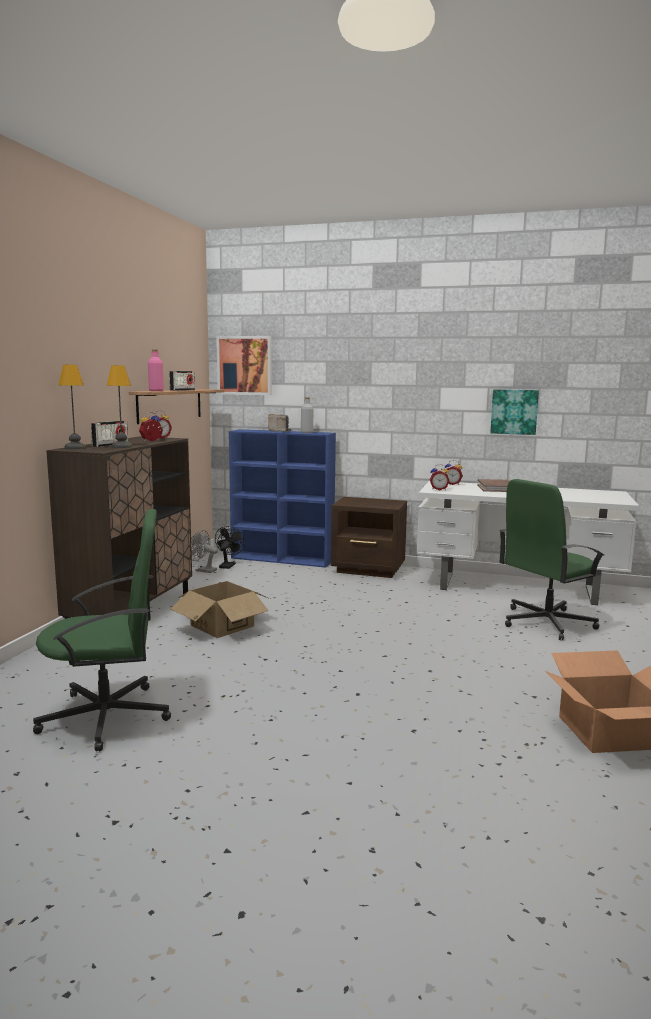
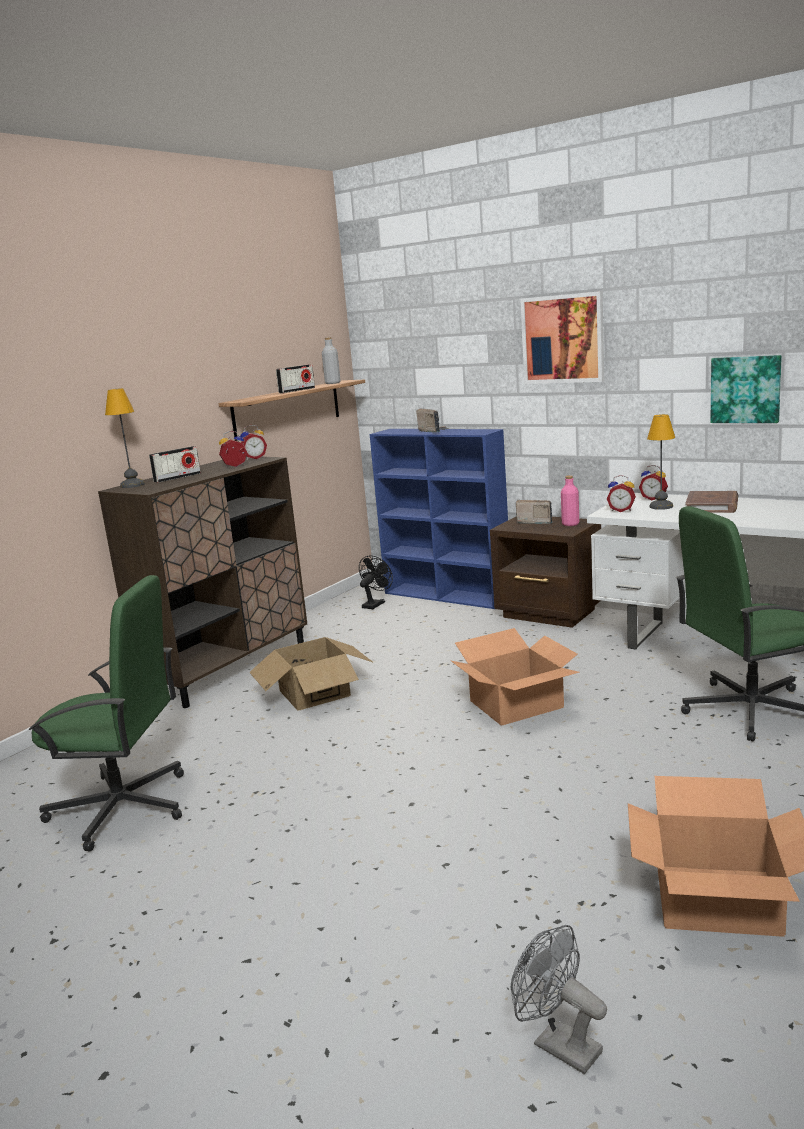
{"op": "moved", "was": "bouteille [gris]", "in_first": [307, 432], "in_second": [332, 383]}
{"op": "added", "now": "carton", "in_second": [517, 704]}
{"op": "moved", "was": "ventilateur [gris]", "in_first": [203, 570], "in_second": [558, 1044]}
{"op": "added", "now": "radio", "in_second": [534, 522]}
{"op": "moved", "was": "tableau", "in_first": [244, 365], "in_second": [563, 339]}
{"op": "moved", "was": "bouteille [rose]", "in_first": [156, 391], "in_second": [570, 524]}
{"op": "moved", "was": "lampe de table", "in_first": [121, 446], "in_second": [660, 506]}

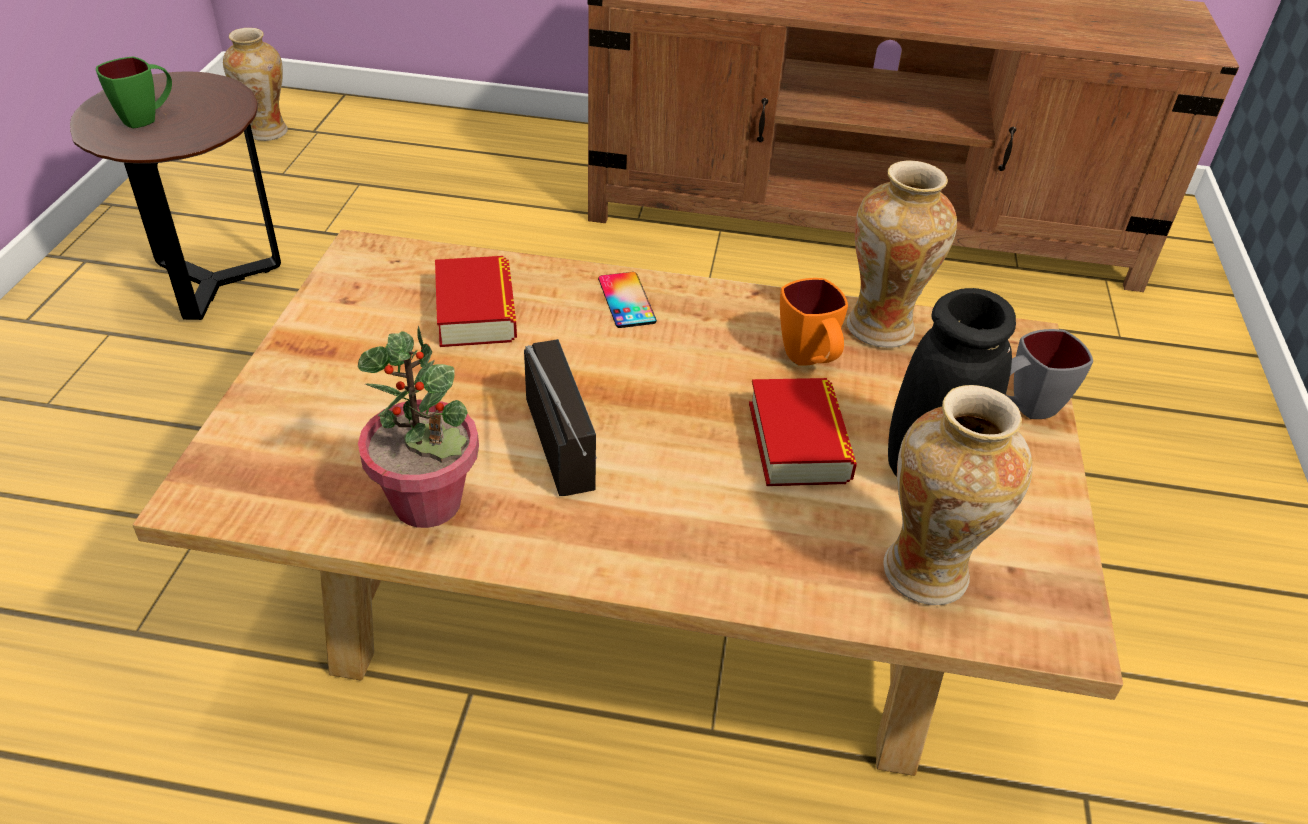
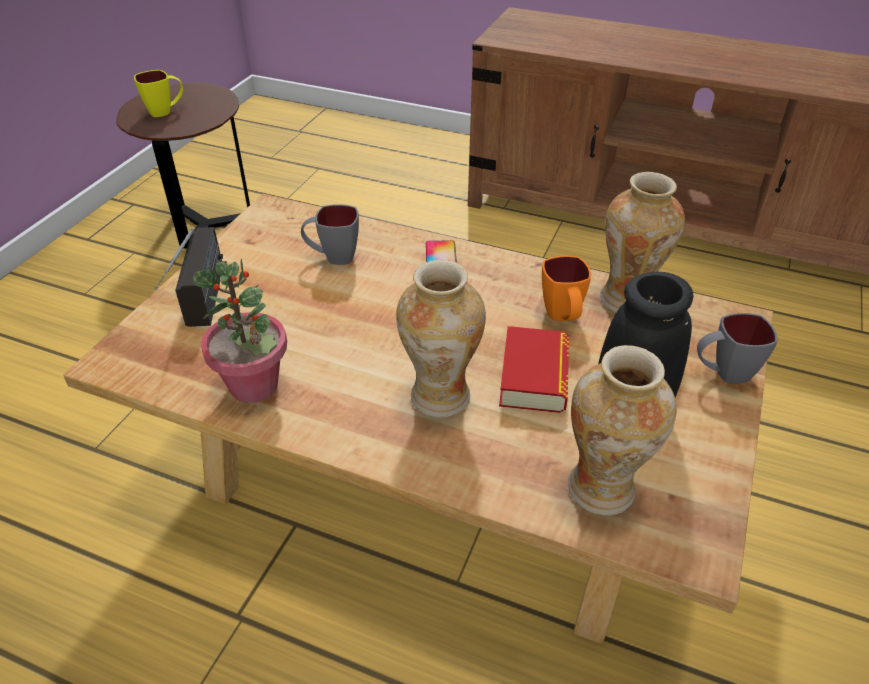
{"op": "recoloured", "was": "mug [vert]", "now": "mug [jaune]", "in_first": [147, 118], "in_second": [166, 111]}
{"op": "moved", "was": "radio", "in_first": [573, 470], "in_second": [204, 312]}
{"op": "replaced", "was": "livre", "now": "mug [gris]", "in_first": [476, 311], "in_second": [333, 257]}
{"op": "moved", "was": "vase", "in_first": [267, 132], "in_second": [439, 398]}

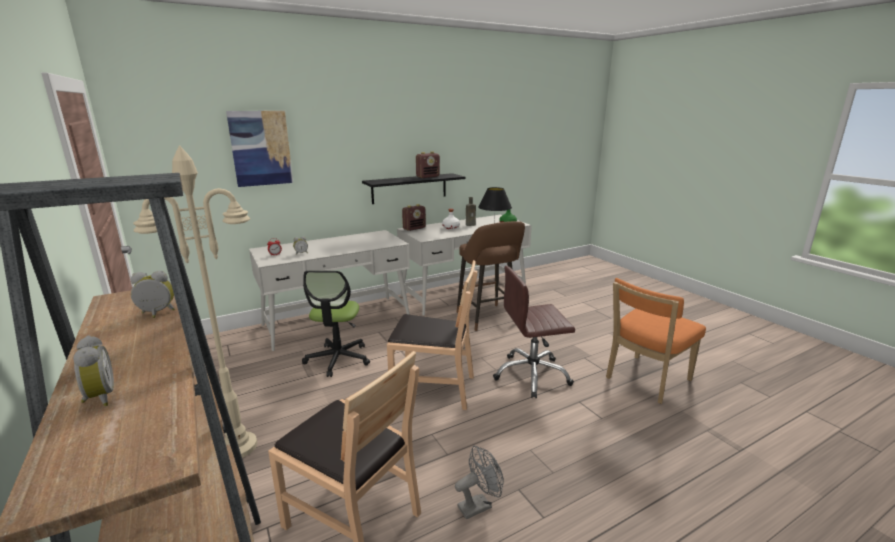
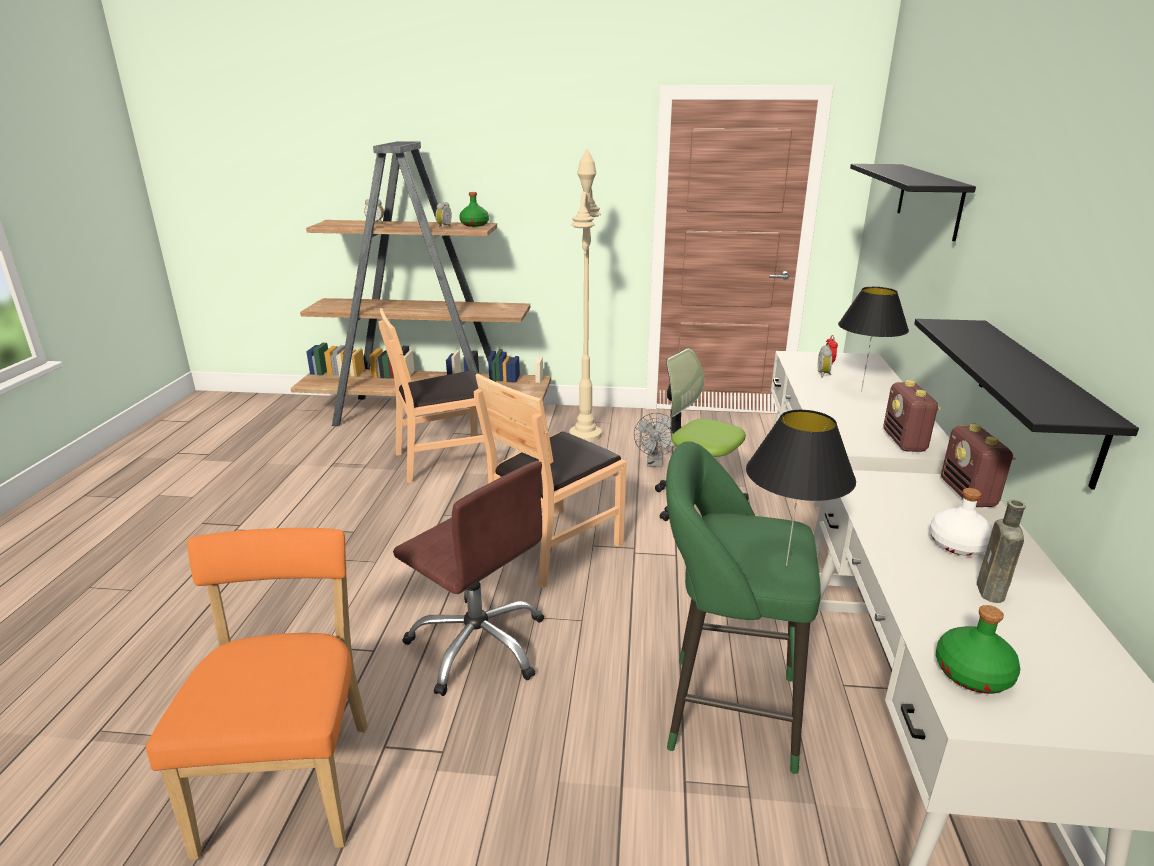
{"op": "turned", "was": "chaise de bureau [marron]", "in_first": [532, 375], "in_second": [478, 644], "clockwise": 105}
{"op": "added", "now": "bouteille [vert]", "in_second": [474, 225]}
{"op": "moved", "was": "ventilateur [gris]", "in_first": [479, 505], "in_second": [655, 463]}
{"op": "recoloured", "was": "tabouret [marron]", "now": "tabouret [vert]", "in_first": [488, 319], "in_second": [722, 710]}
{"op": "added", "now": "lampe de table [noir]", "in_second": [861, 391]}
{"op": "replaced", "was": "tableau", "now": "étagère [noir]", "in_first": [261, 148], "in_second": [929, 200]}
{"op": "moved", "was": "radio", "in_first": [428, 177], "in_second": [904, 442]}

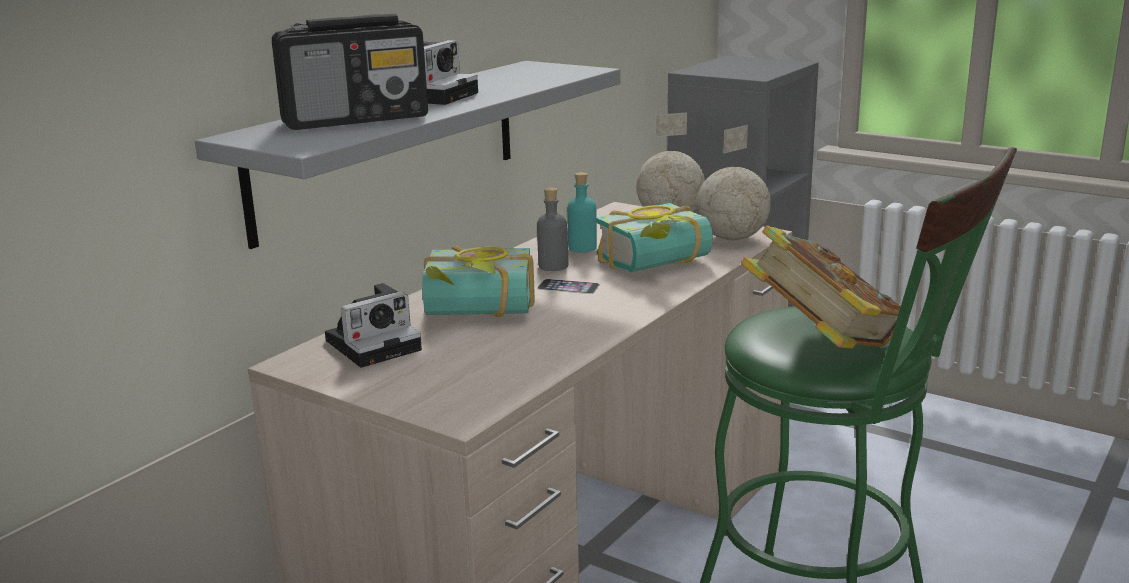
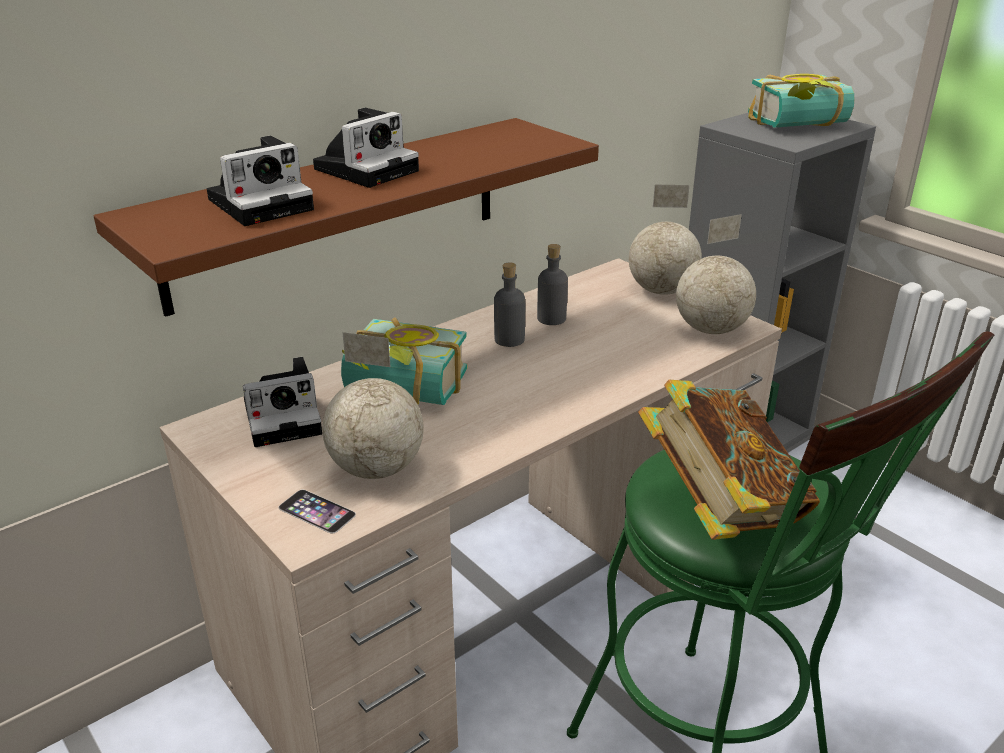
{"op": "recoloured", "was": "étagère [gris]", "now": "étagère [marron]", "in_first": [391, 146], "in_second": [339, 211]}
{"op": "replaced", "was": "radio", "now": "appareil photo", "in_first": [357, 120], "in_second": [263, 203]}
{"op": "moved", "was": "téléphone", "in_first": [568, 286], "in_second": [317, 511]}
{"op": "added", "now": "globe", "in_second": [376, 468]}
{"op": "recoloured", "was": "bouteille [turquoise]", "now": "bouteille [gris]", "in_first": [582, 248], "in_second": [551, 318]}
{"op": "moved", "was": "livre", "in_first": [659, 265], "in_second": [801, 126]}

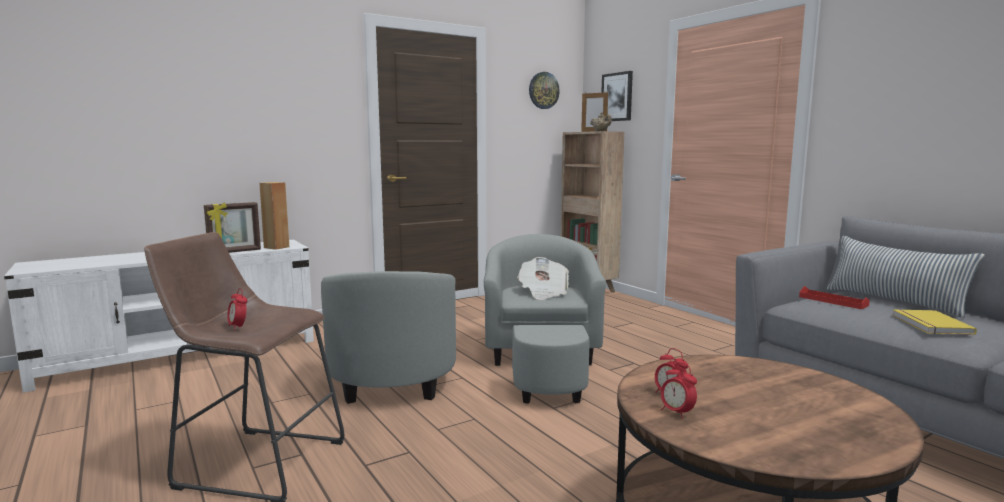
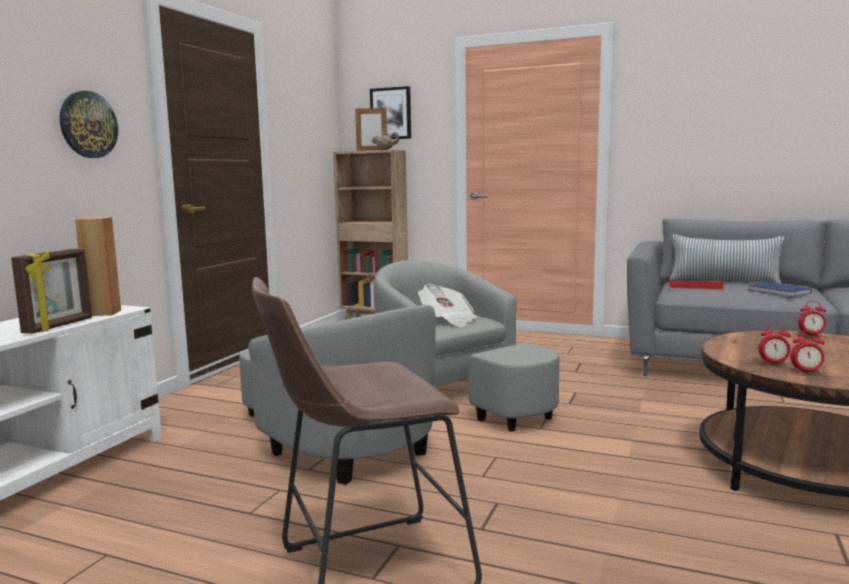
{"op": "moved", "was": "horloge murale", "in_first": [543, 90], "in_second": [88, 124]}
{"op": "recoloured", "was": "livre [jaune]", "now": "livre [bleu]", "in_first": [929, 324], "in_second": [778, 292]}
{"op": "moved", "was": "réveil", "in_first": [238, 327], "in_second": [811, 336]}

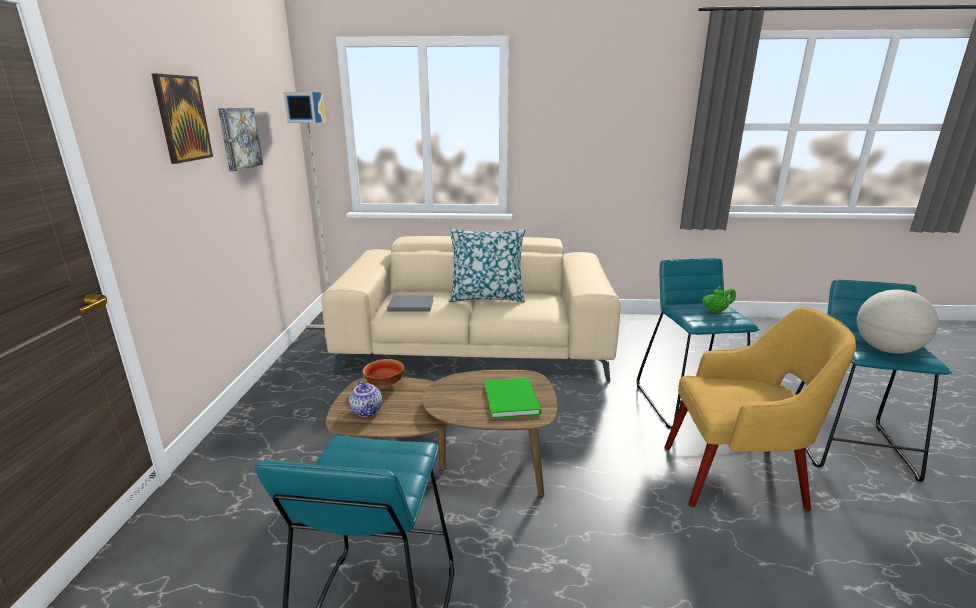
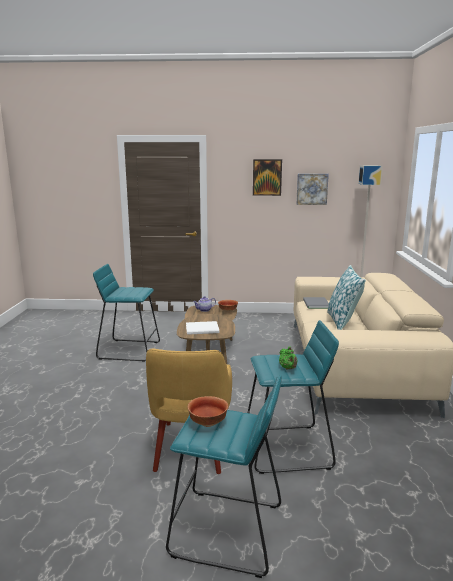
{"op": "recoloured", "was": "livre [vert]", "now": "livre [blanc]", "in_first": [512, 398], "in_second": [203, 329]}
{"op": "replaced", "was": "globe", "now": "bol", "in_first": [886, 350], "in_second": [207, 422]}

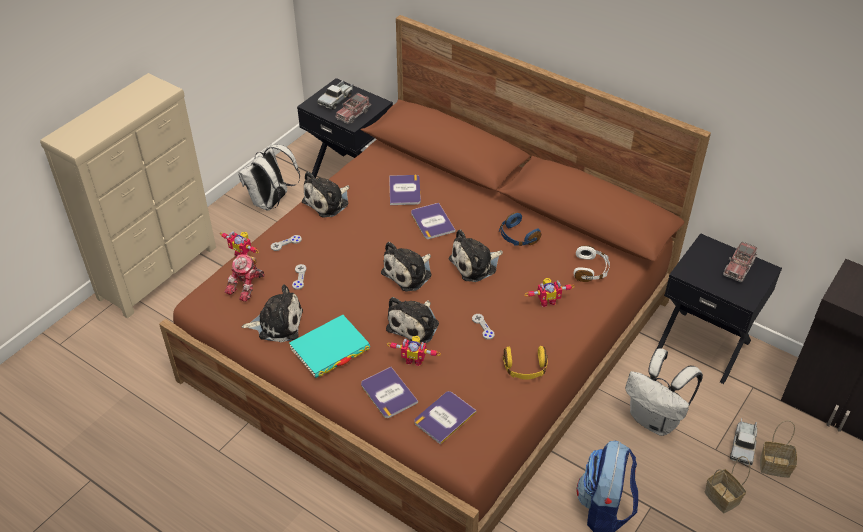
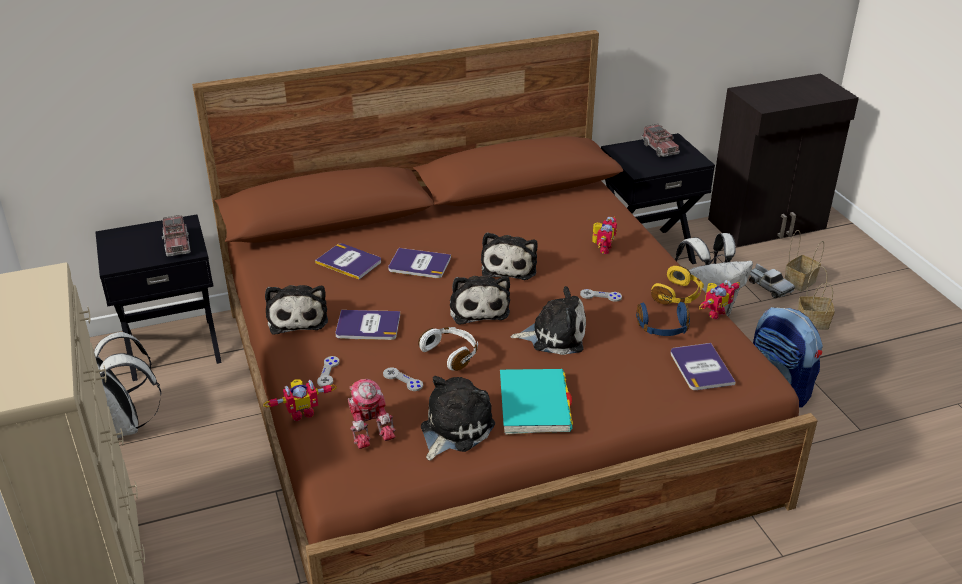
{"op": "moved", "was": "livre", "in_first": [388, 393], "in_second": [368, 326]}
{"op": "moved", "was": "casque audio [blanc]", "in_first": [591, 270], "in_second": [451, 354]}
{"op": "turned", "was": "peluche", "in_first": [415, 325], "in_second": [554, 336], "clockwise": -60}
{"op": "moved", "was": "casque audio [bleu]", "in_first": [517, 237], "in_second": [663, 328]}
{"op": "moved", "was": "robot jouet", "in_first": [414, 359], "in_second": [713, 312]}
{"op": "removed", "was": "camion jouet", "in_first": [336, 99]}

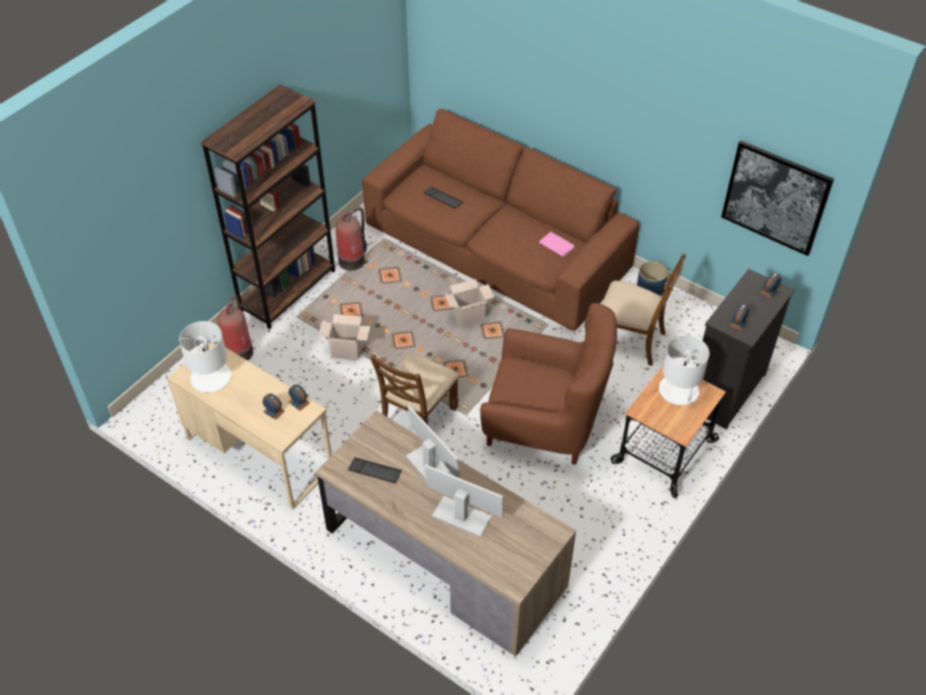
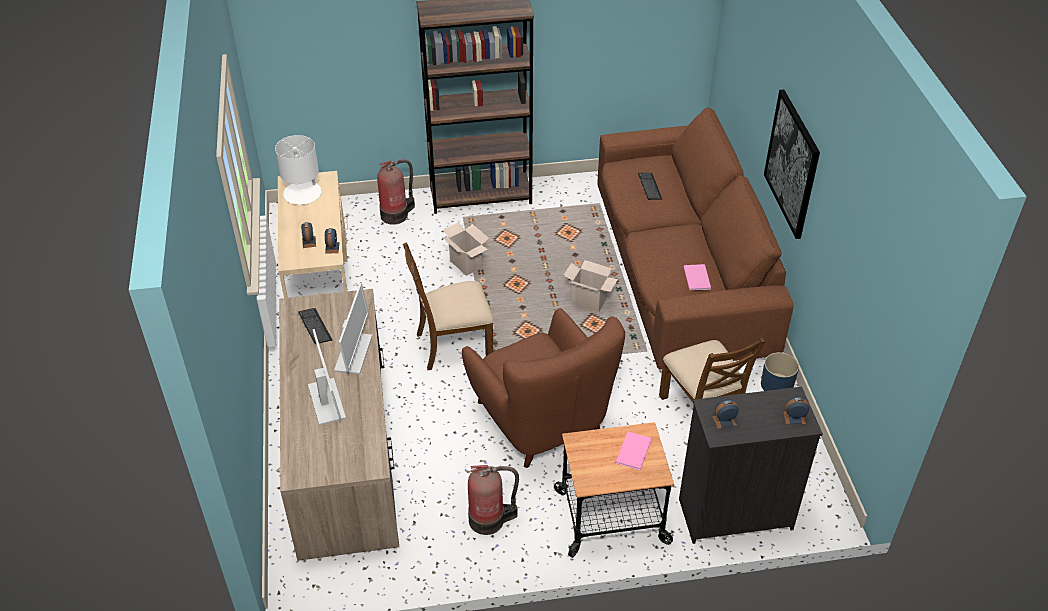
{"op": "moved", "was": "extincteur", "in_first": [353, 260], "in_second": [489, 519]}
{"op": "replaced", "was": "lampe de table [blanc]", "now": "livre [rose]", "in_first": [679, 390], "in_second": [632, 452]}
{"op": "moved", "was": "tableau", "in_first": [775, 197], "in_second": [792, 163]}

